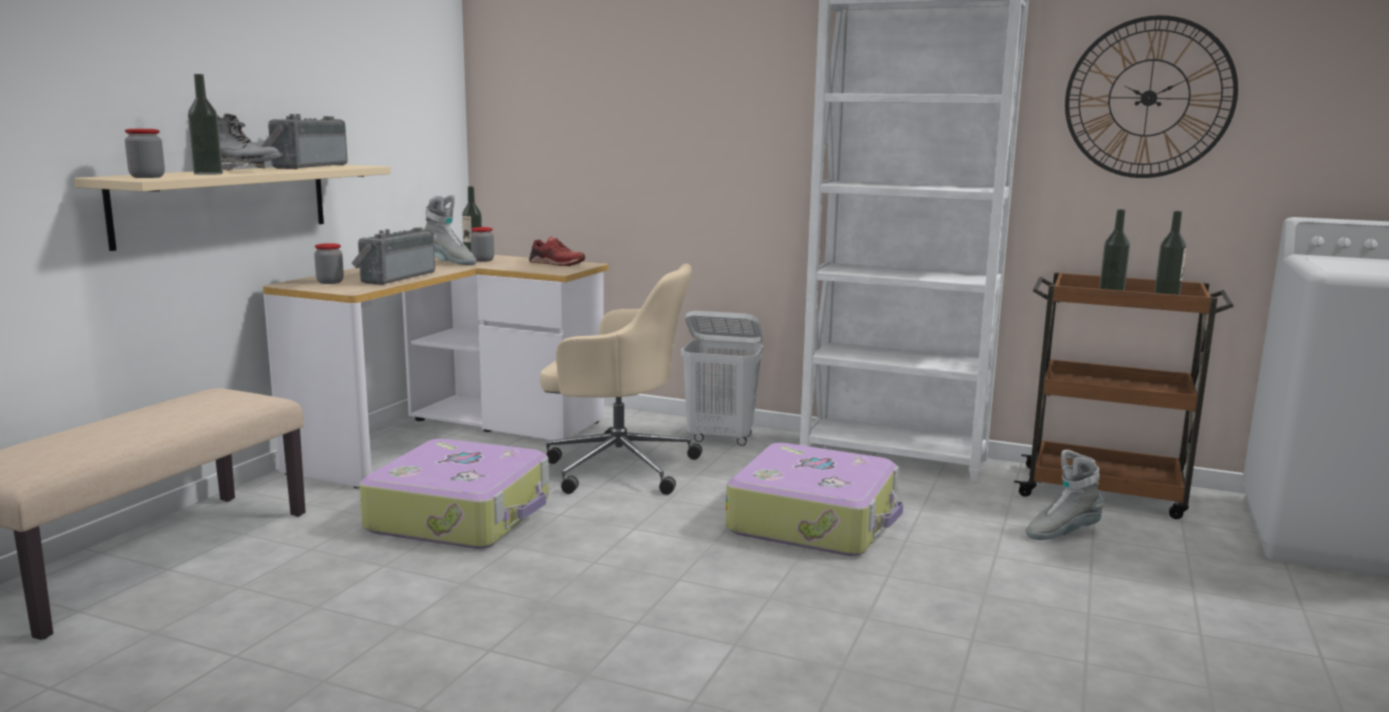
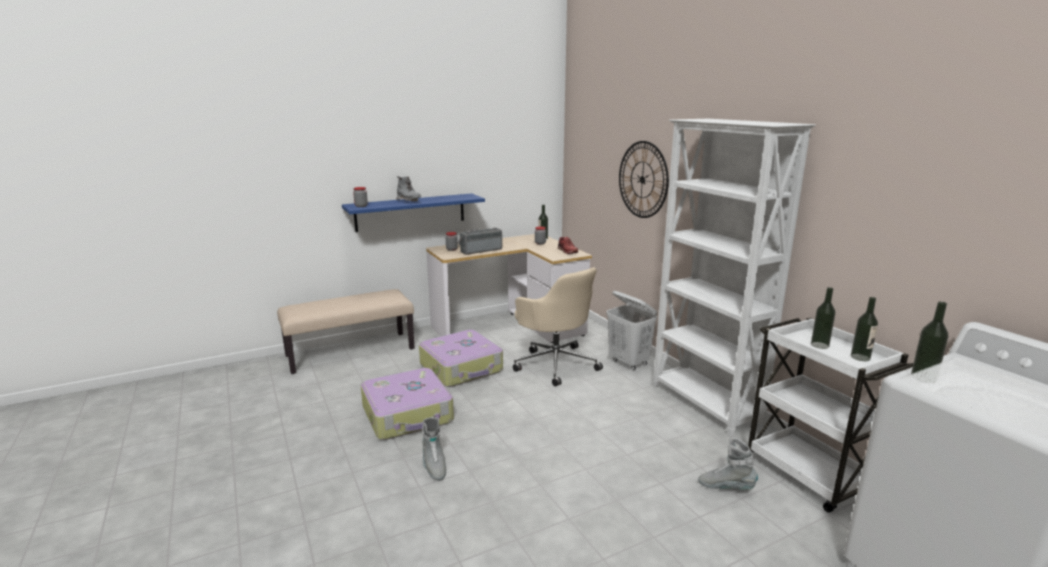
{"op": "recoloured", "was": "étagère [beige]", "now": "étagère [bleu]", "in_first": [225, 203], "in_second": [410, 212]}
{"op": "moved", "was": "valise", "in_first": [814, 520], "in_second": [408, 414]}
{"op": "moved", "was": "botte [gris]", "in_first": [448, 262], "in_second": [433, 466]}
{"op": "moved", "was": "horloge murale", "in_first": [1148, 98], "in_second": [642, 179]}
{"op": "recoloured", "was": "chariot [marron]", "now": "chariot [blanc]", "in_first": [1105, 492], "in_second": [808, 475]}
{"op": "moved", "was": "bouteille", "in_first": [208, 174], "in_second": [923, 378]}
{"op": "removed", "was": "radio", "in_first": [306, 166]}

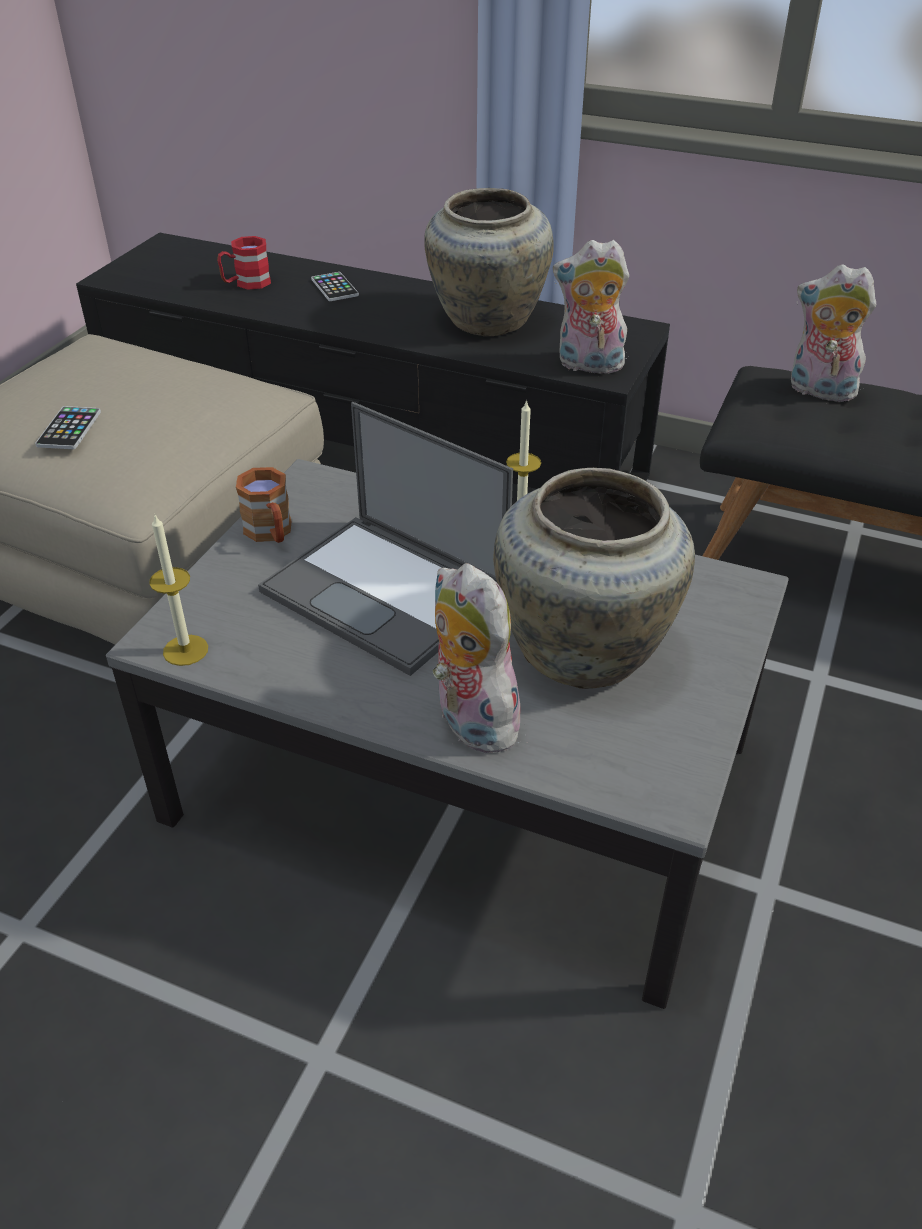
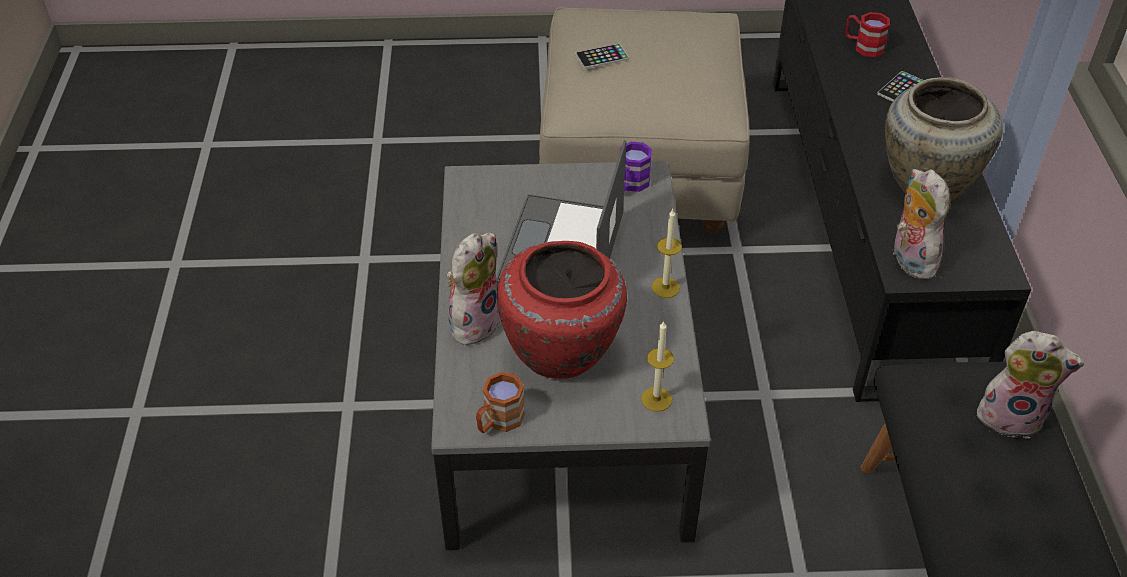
{"op": "moved", "was": "mug [marron]", "in_first": [271, 533], "in_second": [498, 421]}
{"op": "recoloured", "was": "vase [beige]", "now": "vase [rouge]", "in_first": [585, 651], "in_second": [563, 353]}
{"op": "added", "now": "mug [violet]", "in_second": [630, 185]}
{"op": "moved", "was": "bougie", "in_first": [185, 650], "in_second": [656, 399]}
{"op": "turned", "was": "peluche", "in_first": [819, 391], "in_second": [1011, 416], "clockwise": 105}

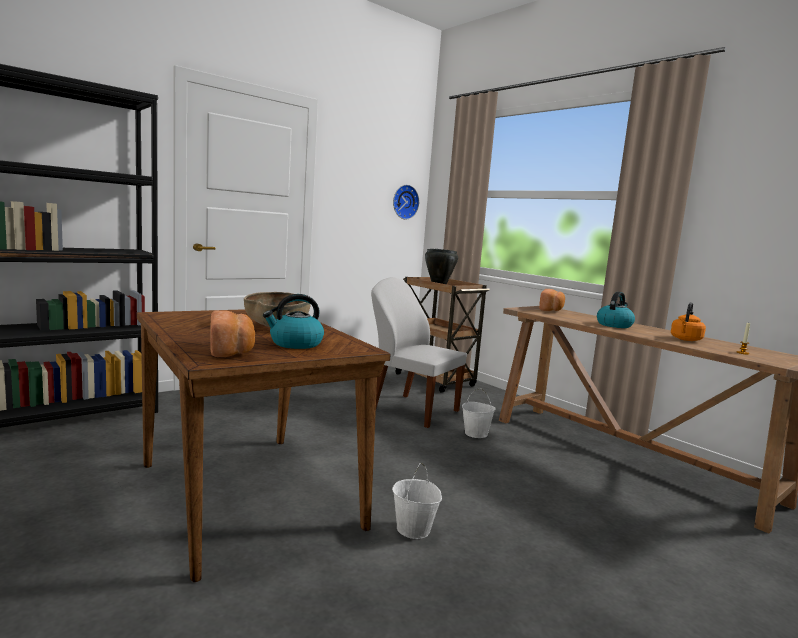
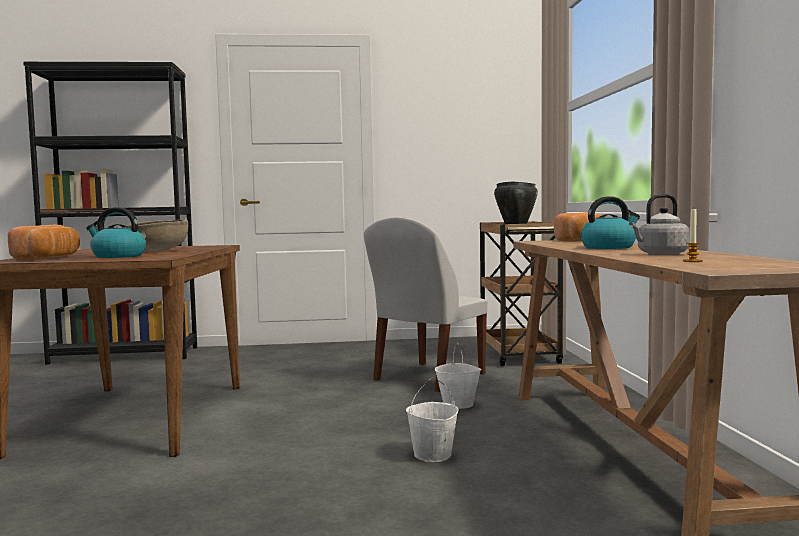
{"op": "turned", "was": "chaise [blanc]", "in_first": [413, 410], "in_second": [427, 378], "clockwise": -120}
{"op": "moved", "was": "seau [blanc]", "in_first": [414, 529], "in_second": [433, 455]}
{"op": "recoloured", "was": "bouilloire [orange]", "now": "bouilloire [gris]", "in_first": [685, 339], "in_second": [660, 254]}
{"op": "removed", "was": "horloge murale", "in_first": [404, 202]}

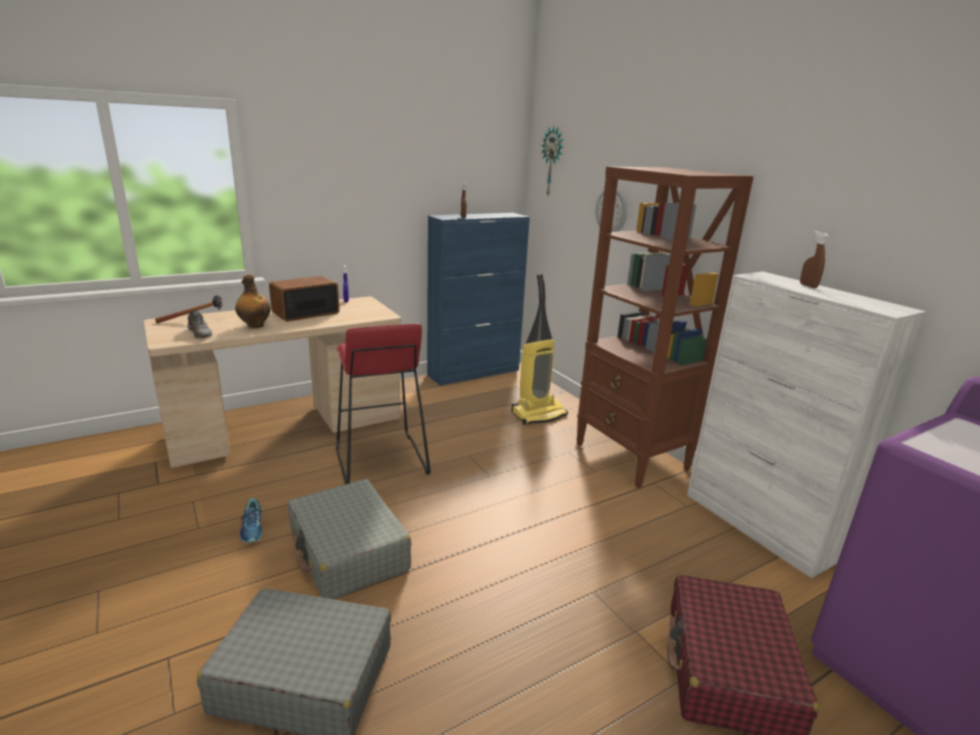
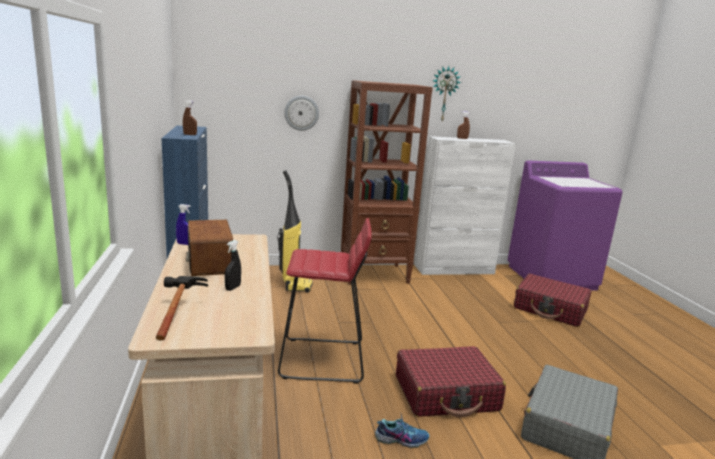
{"op": "replaced", "was": "bouteille", "now": "vaporisateur [noir]", "in_first": [255, 325], "in_second": [233, 288]}
{"op": "recoloured", "was": "valise [gris]", "now": "valise [rouge]", "in_first": [348, 552], "in_second": [446, 393]}
{"op": "moved", "was": "horloge murale", "in_first": [553, 162], "in_second": [444, 94]}
{"op": "removed", "was": "chaussure [gris]", "in_first": [200, 333]}

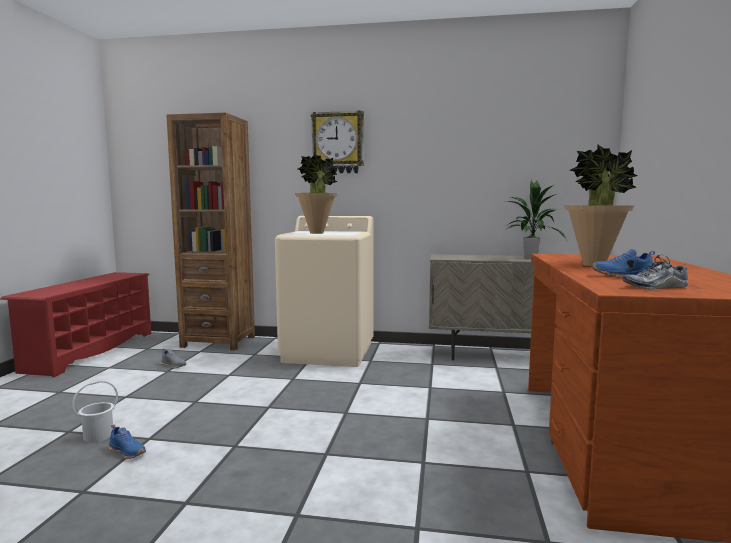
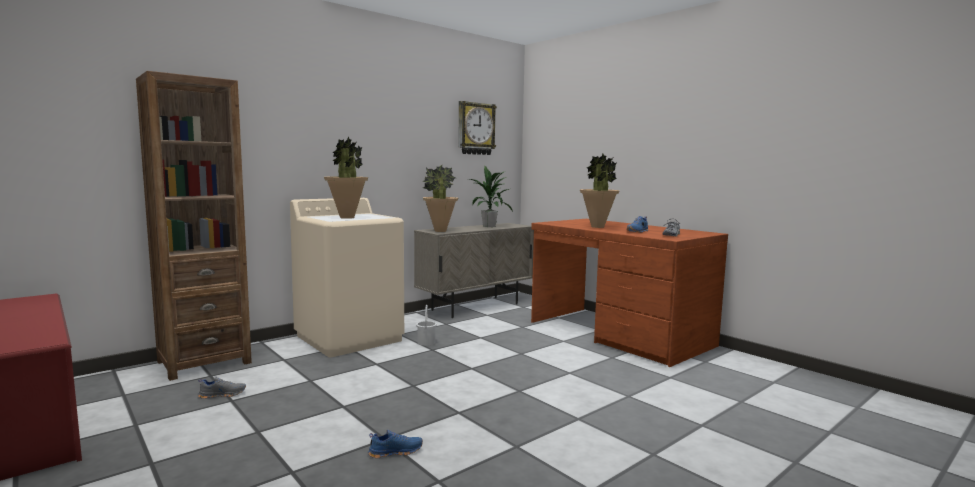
{"op": "moved", "was": "seau [blanc]", "in_first": [98, 435], "in_second": [426, 342]}
{"op": "added", "now": "plante en pot", "in_second": [440, 231]}
{"op": "moved", "was": "horloge murale", "in_first": [338, 143], "in_second": [475, 129]}

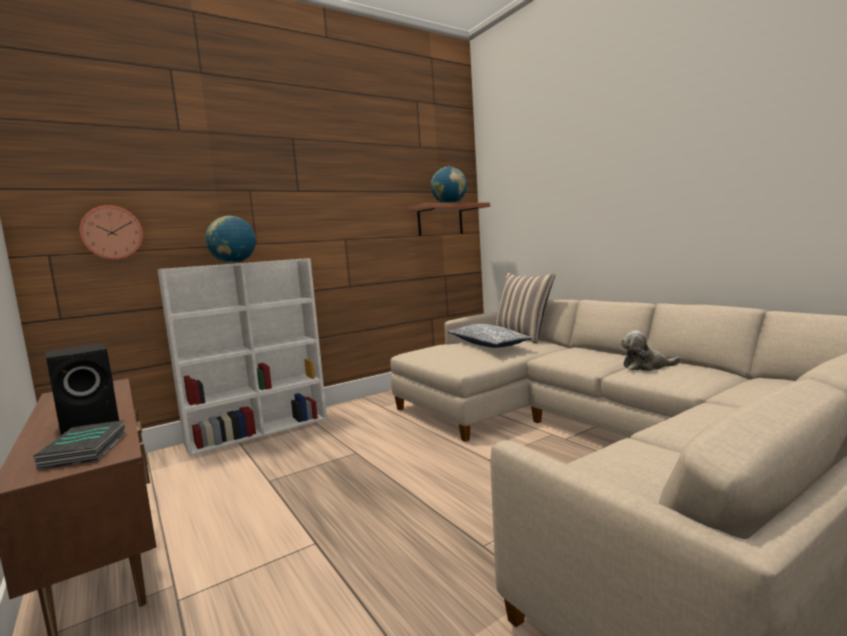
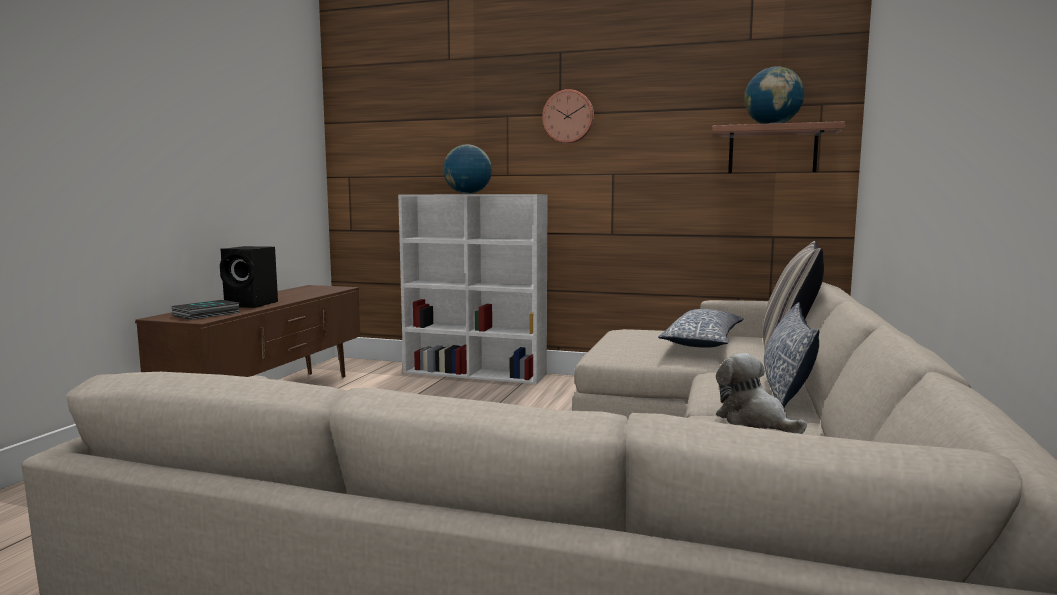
{"op": "moved", "was": "horloge murale", "in_first": [112, 233], "in_second": [568, 116]}
{"op": "added", "now": "coussin", "in_second": [786, 387]}

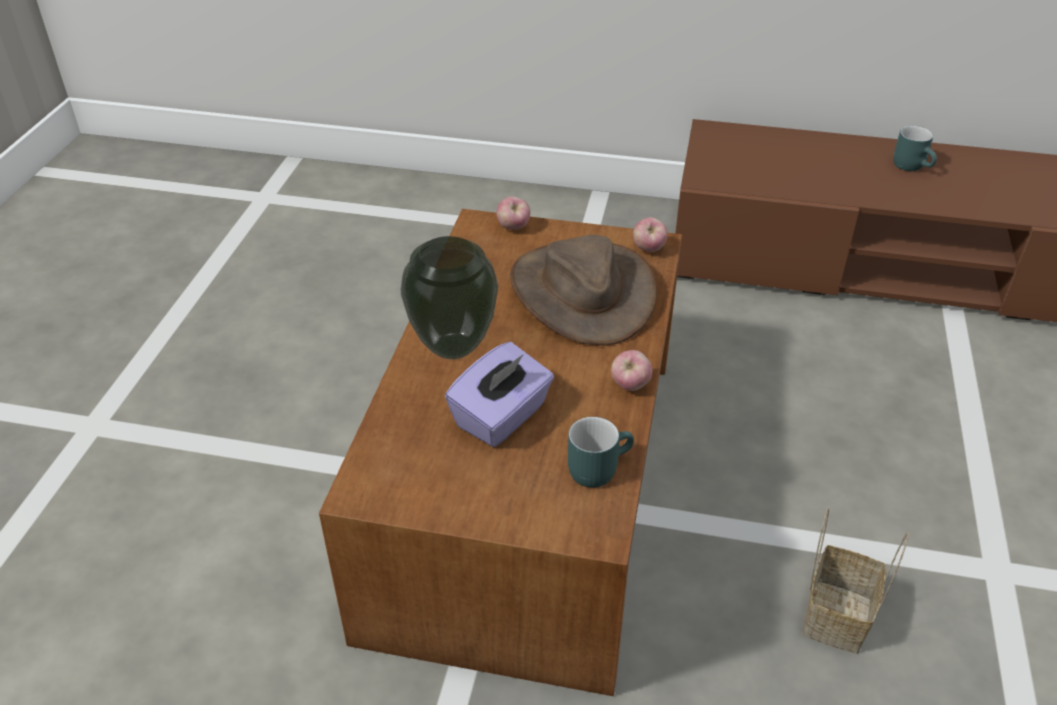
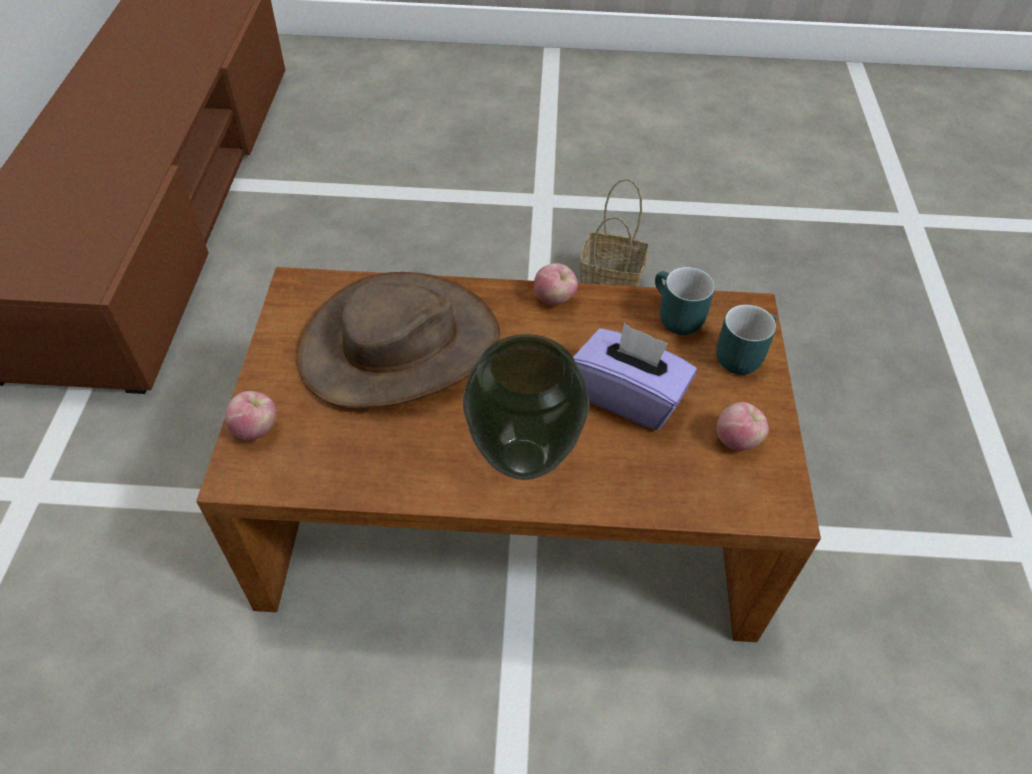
{"op": "moved", "was": "mug [turquoise]", "in_first": [913, 166], "in_second": [740, 353]}
{"op": "moved", "was": "pomme", "in_first": [648, 249], "in_second": [737, 440]}

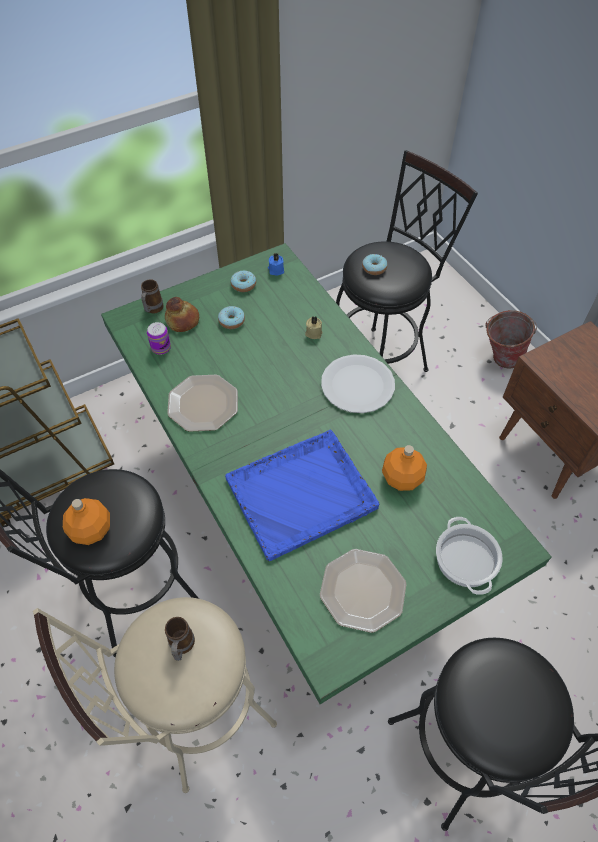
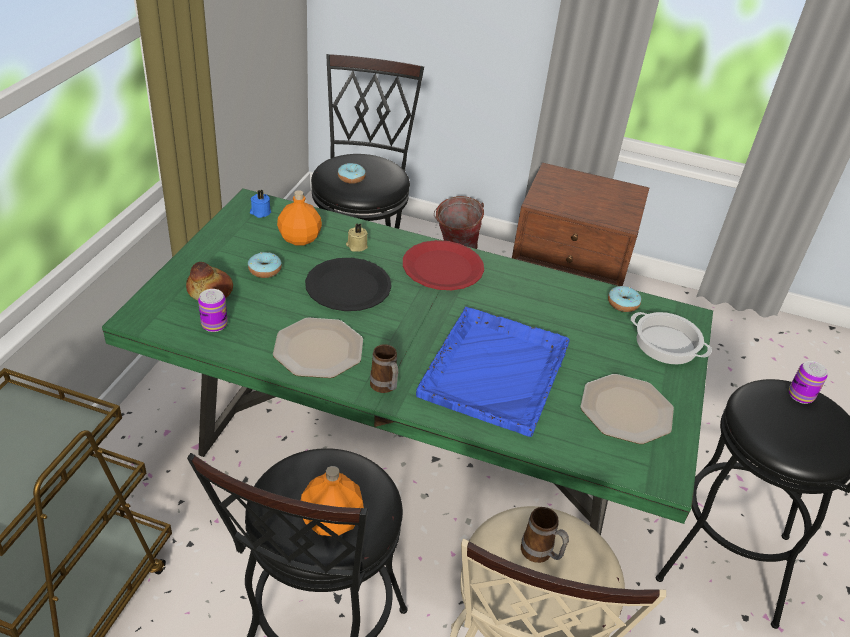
{"op": "moved", "was": "bouteille [orange]", "in_first": [402, 477], "in_second": [299, 238]}
{"op": "added", "now": "assiette [noir]", "in_second": [348, 287]}
{"op": "moved", "was": "mug", "in_first": [152, 310], "in_second": [385, 388]}
{"op": "recoloured", "was": "assiette [blanc]", "now": "assiette [rouge]", "in_first": [357, 385], "in_second": [442, 267]}
{"op": "moved", "was": "beignet", "in_first": [243, 285], "in_second": [622, 304]}
{"op": "added", "now": "boîte métallique", "in_second": [800, 395]}

